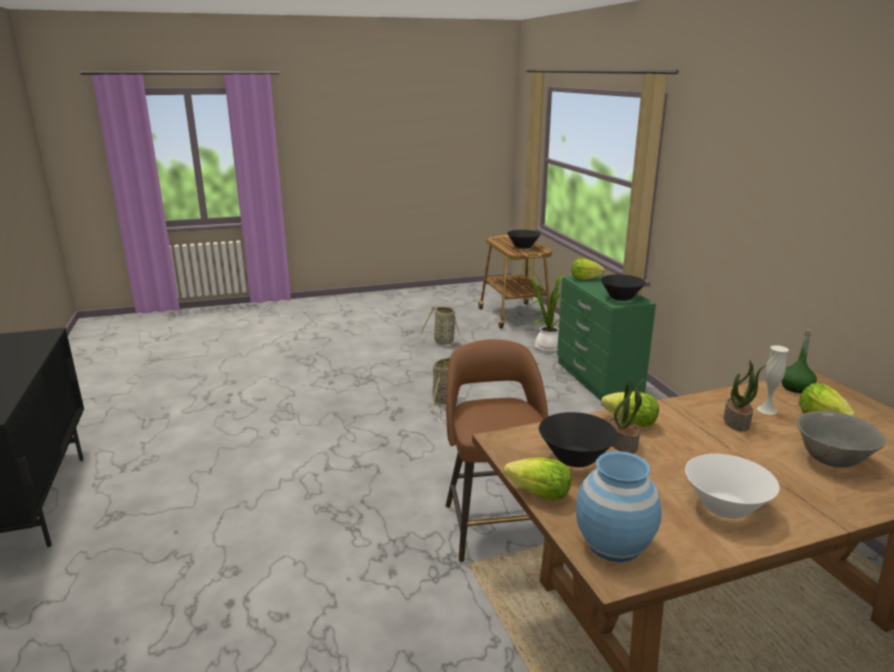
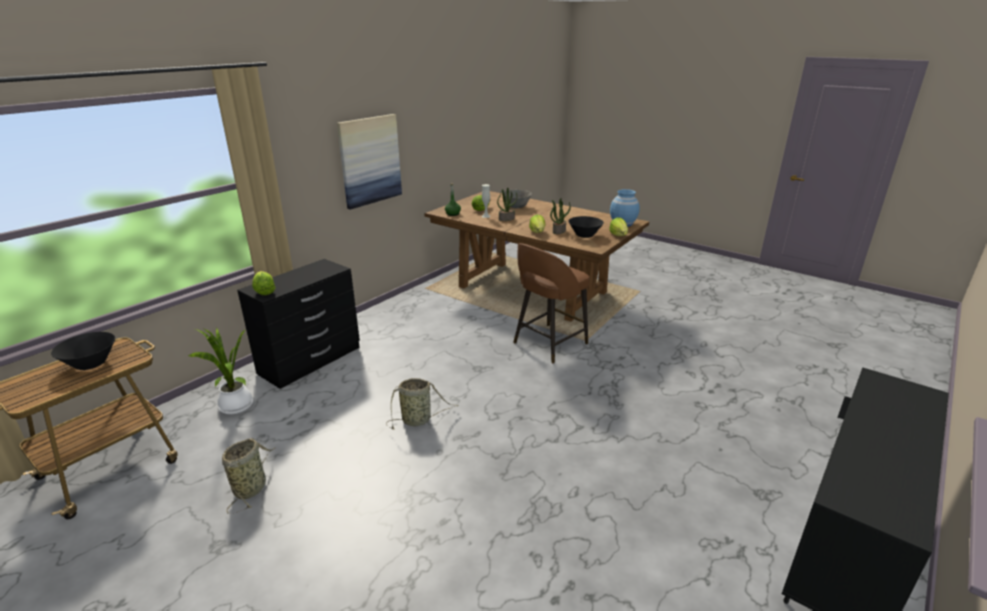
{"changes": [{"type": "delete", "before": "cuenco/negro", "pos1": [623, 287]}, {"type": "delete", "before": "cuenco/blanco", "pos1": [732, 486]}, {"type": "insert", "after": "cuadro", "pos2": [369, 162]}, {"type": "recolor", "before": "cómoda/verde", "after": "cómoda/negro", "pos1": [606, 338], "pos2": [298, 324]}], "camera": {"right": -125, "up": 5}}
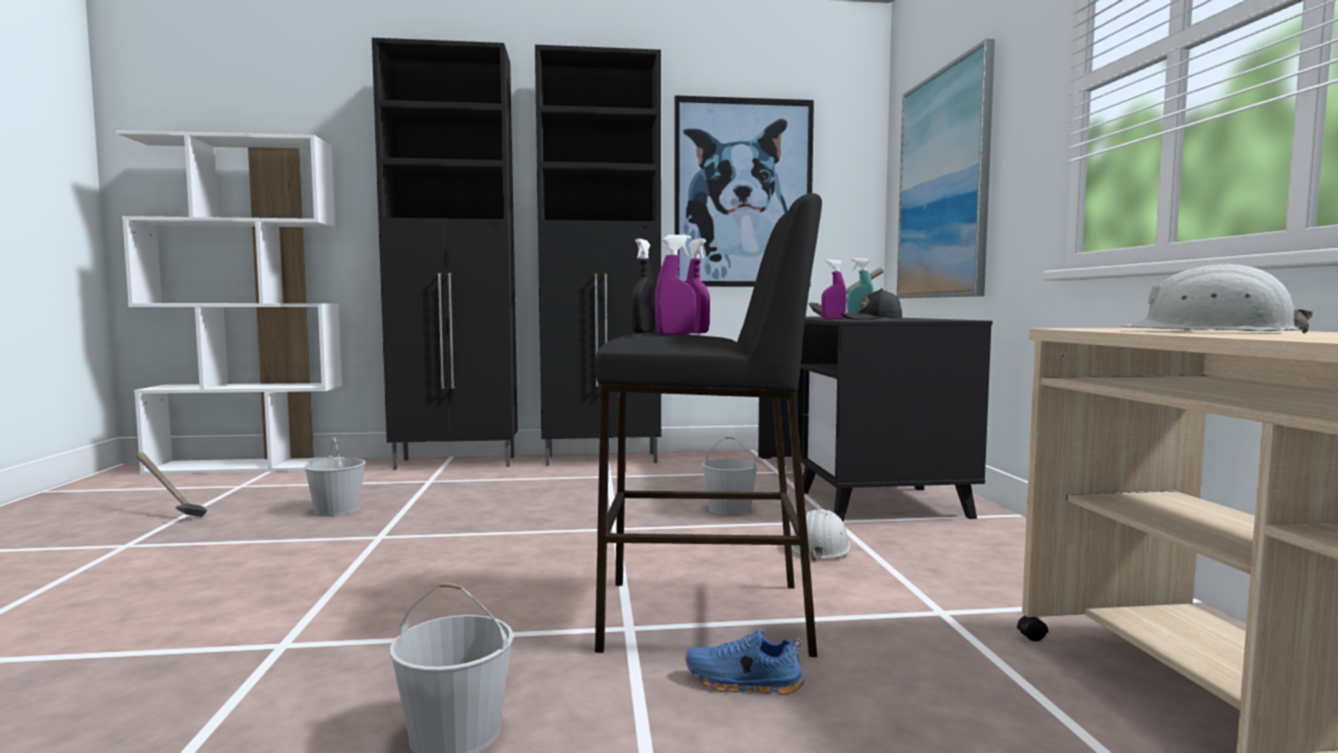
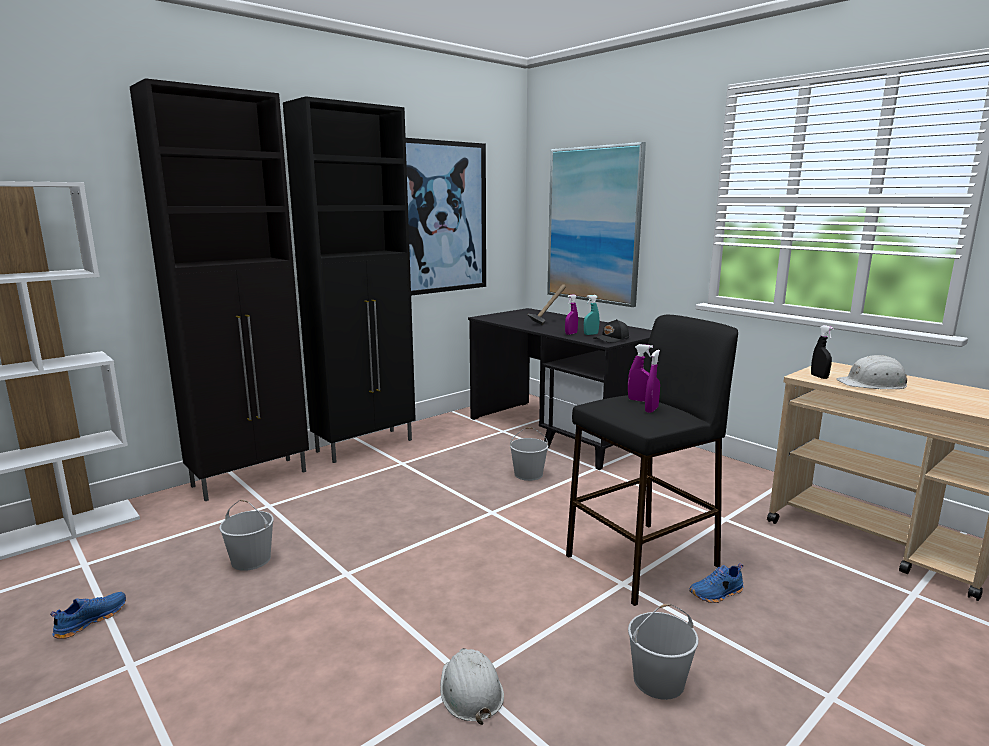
{"changes": [{"type": "move", "before": "pulverizador/negro", "pos1": [643, 285], "pos2": [822, 352]}, {"type": "move", "before": "casco/blanco", "pos1": [821, 535], "pos2": [472, 686]}, {"type": "replace", "before": "martillo", "after": "zapato/azul", "pos1": [171, 484], "pos2": [88, 615]}], "camera": {"right": -35, "up": 10}}
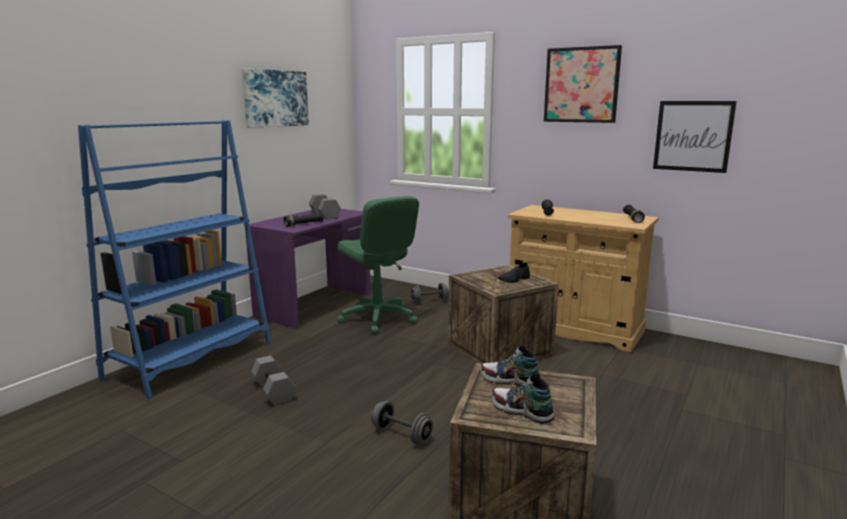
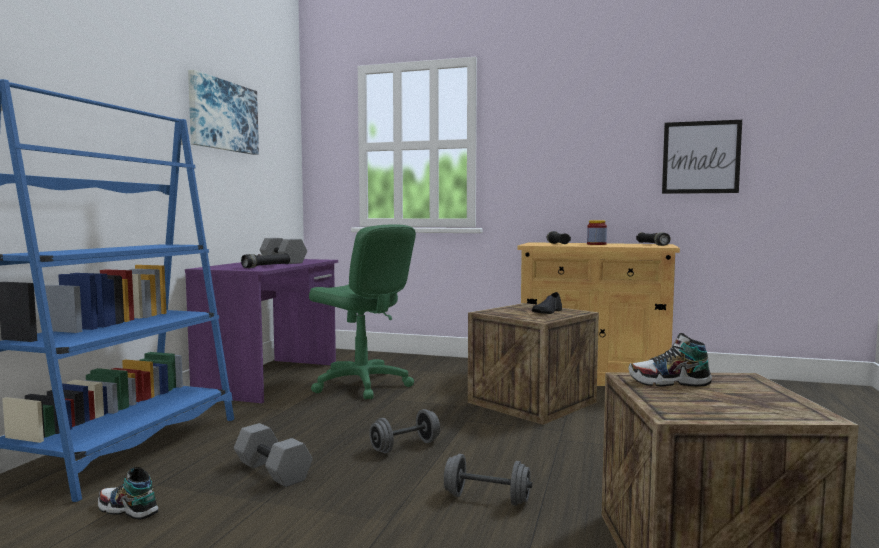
{"changes": [{"type": "delete", "before": "cuadro", "pos1": [583, 84]}, {"type": "insert", "after": "tarro", "pos2": [597, 232]}, {"type": "move", "before": "mancuerna/gris", "pos1": [430, 293], "pos2": [404, 431]}, {"type": "move", "before": "zapato", "pos1": [523, 399], "pos2": [128, 493]}], "camera": {"right": -15, "up": -10}}
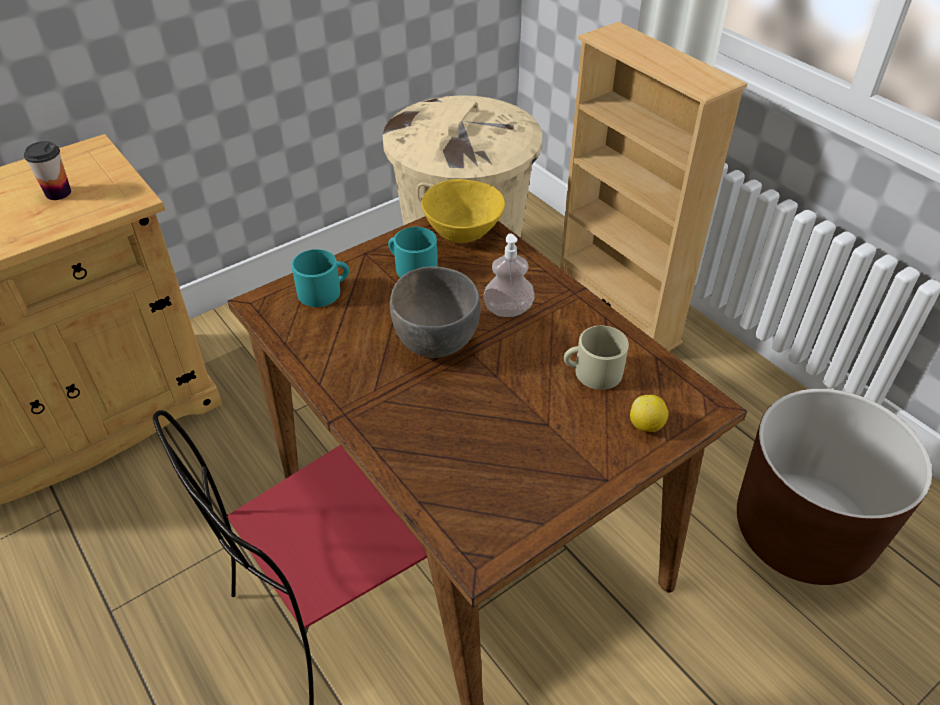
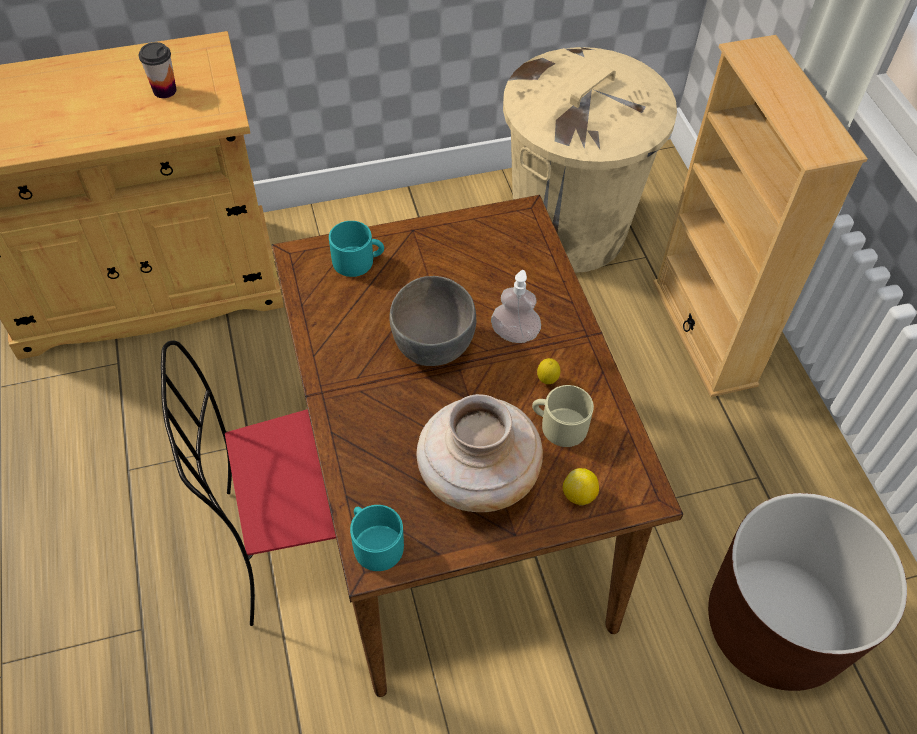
{"changes": [{"type": "delete", "before": "cuenco/amarillo", "pos1": [463, 211]}, {"type": "insert", "after": "florero/beis", "pos2": [479, 453]}, {"type": "insert", "after": "limón", "pos2": [548, 371]}, {"type": "move", "before": "taza grande/turquesa", "pos1": [412, 252], "pos2": [377, 538]}], "camera": {"right": 20, "up": 10}}
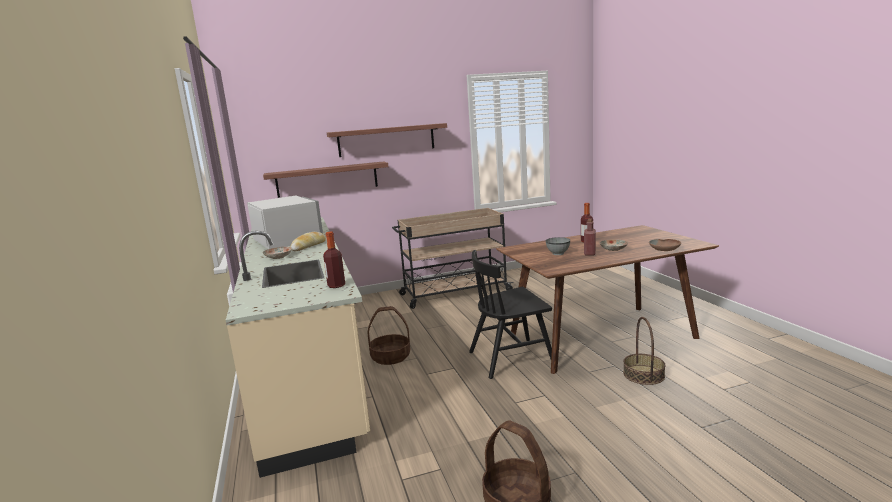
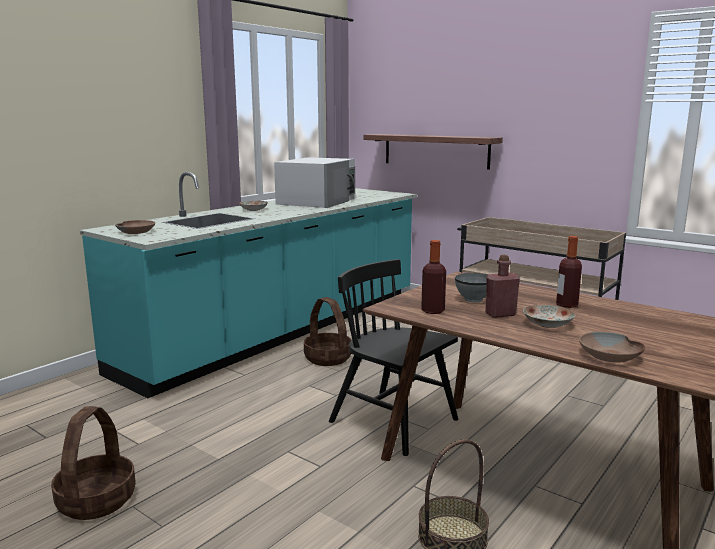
{"changes": [{"type": "delete", "before": "pan", "pos1": [308, 241]}, {"type": "delete", "before": "estante", "pos1": [387, 140]}, {"type": "insert", "after": "cuenco/marrón", "pos2": [135, 227]}, {"type": "move", "before": "botella", "pos1": [334, 260], "pos2": [433, 277]}, {"type": "recolor", "before": "mueble bajo de cocina/beis", "after": "mueble bajo de cocina/turquesa", "pos1": [298, 347], "pos2": [248, 285]}], "camera": {"right": 55, "up": 0}}
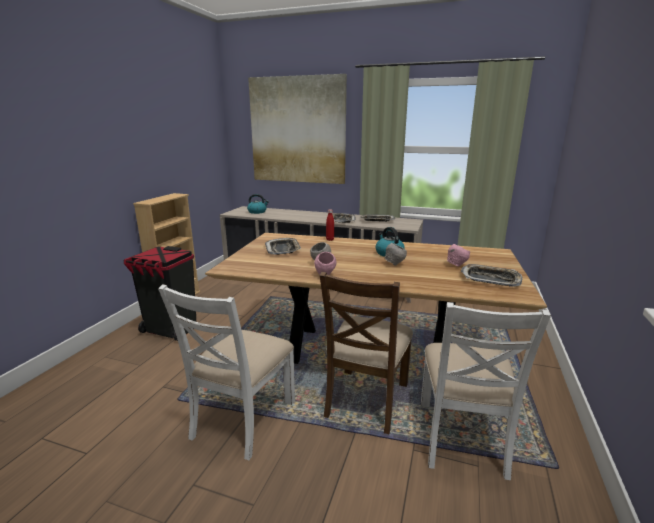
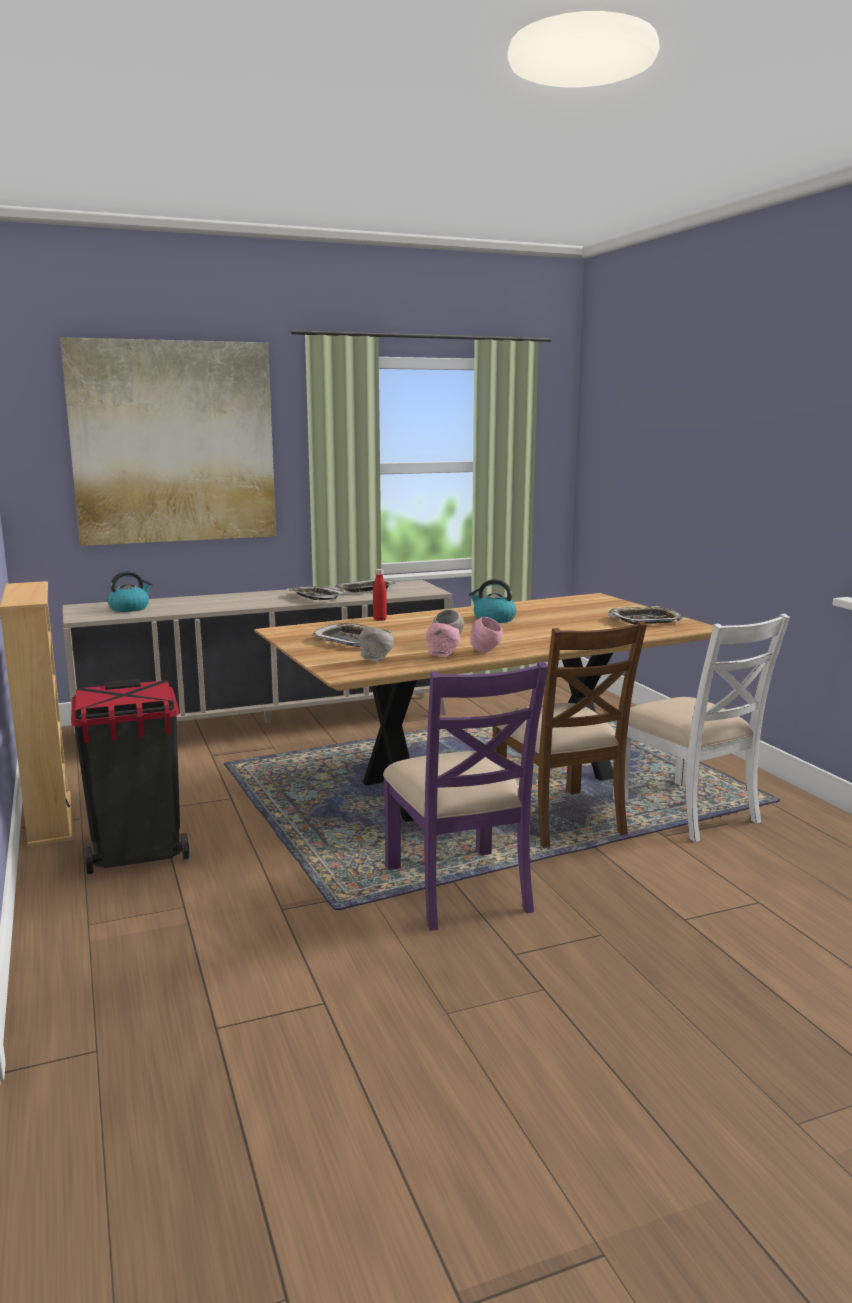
{"changes": [{"type": "move", "before": "cuenco/gris", "pos1": [396, 254], "pos2": [376, 644]}, {"type": "move", "before": "cuenco/rosa", "pos1": [458, 255], "pos2": [443, 640]}, {"type": "recolor", "before": "silla/blanco", "after": "silla/morado", "pos1": [226, 372], "pos2": [465, 796]}], "camera": {"right": -40, "up": -5}}
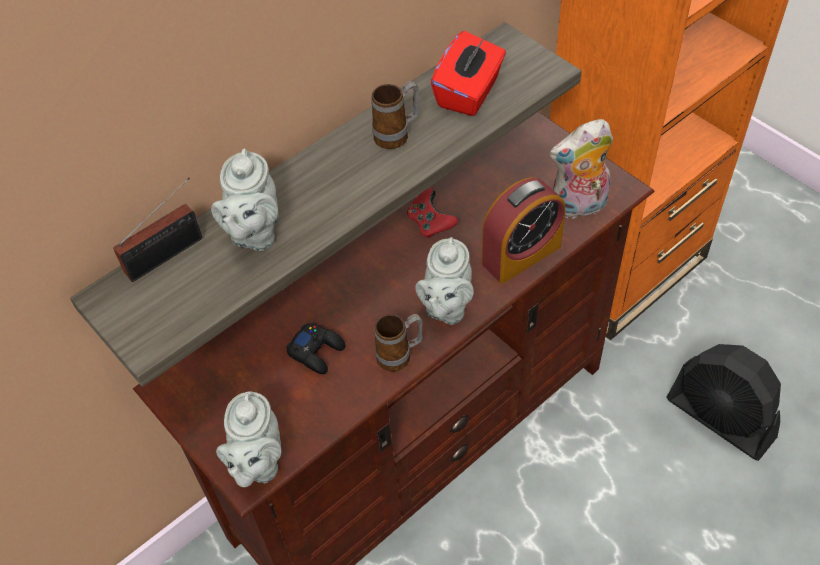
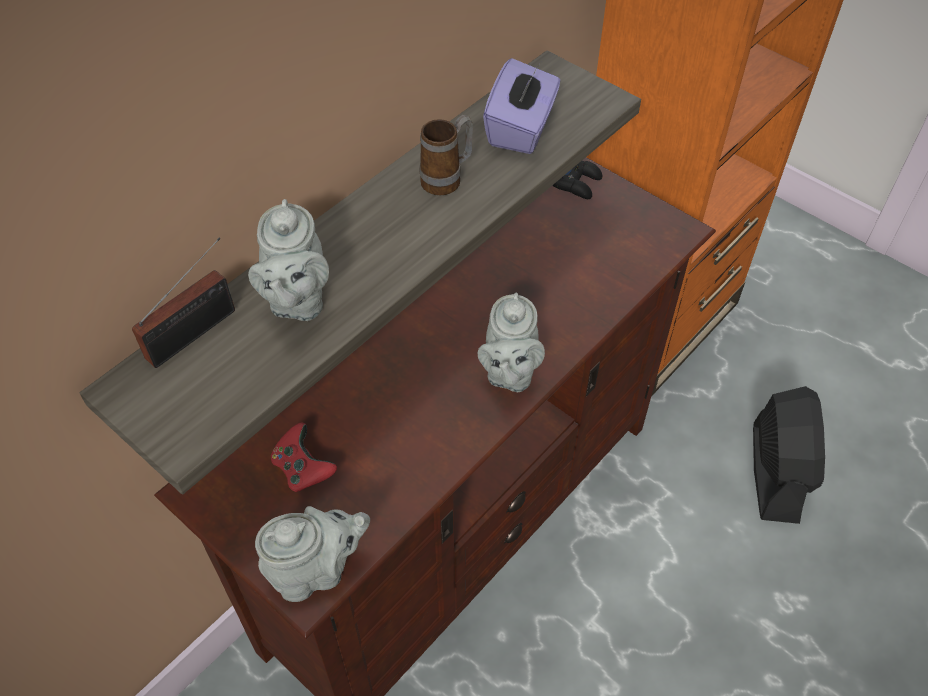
{"changes": [{"type": "delete", "before": "taza grande", "pos1": [398, 343]}, {"type": "delete", "before": "despertador", "pos1": [523, 230]}, {"type": "delete", "before": "peluche", "pos1": [581, 169]}, {"type": "move", "before": "mando de consola/negro", "pos1": [315, 348], "pos2": [577, 180]}, {"type": "move", "before": "mando de consola/rojo", "pos1": [432, 213], "pos2": [304, 457]}, {"type": "recolor", "before": "caja de pañuelos/rojo", "after": "caja de pañuelos/morado", "pos1": [468, 73], "pos2": [521, 106]}, {"type": "rotate", "before": "tetera/gris", "pos1": [248, 439], "pos2": [312, 554], "turn": -105}, {"type": "rotate", "before": "ventilador/negro", "pos1": [723, 402], "pos2": [789, 455], "turn": -120}], "camera": {"right": -10, "up": 0}}
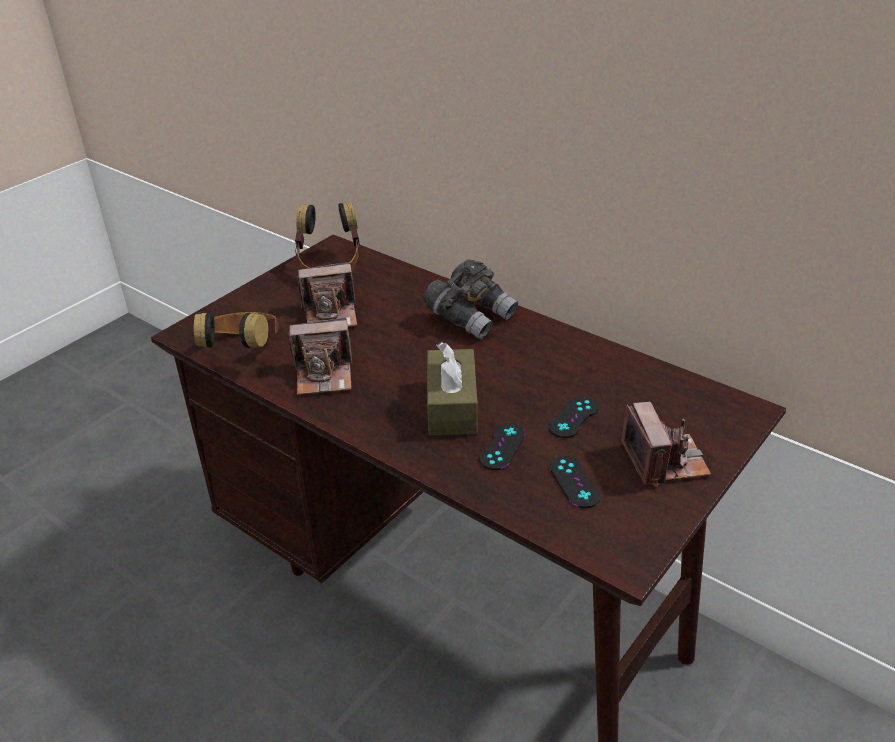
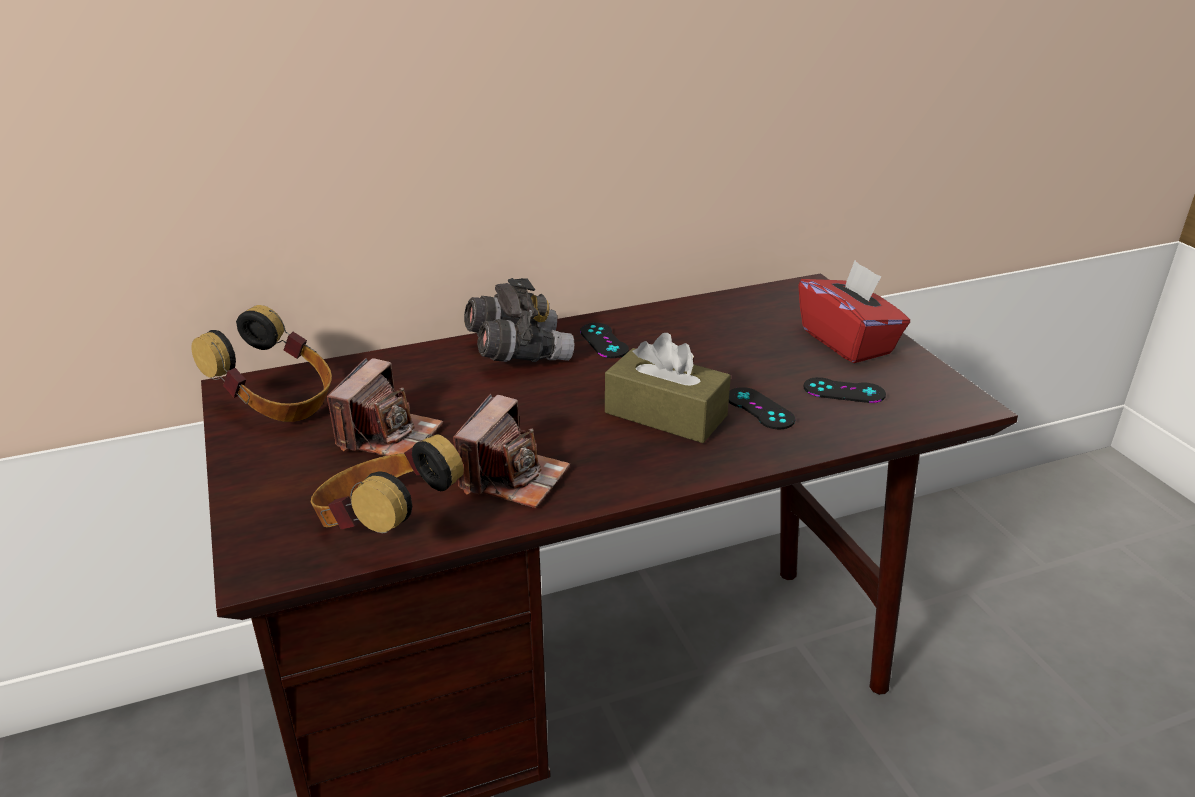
{"changes": [{"type": "move", "before": "mando de consola/negro", "pos1": [573, 417], "pos2": [604, 340]}, {"type": "replace", "before": "cámara", "after": "caja de pañuelos/rojo", "pos1": [666, 444], "pos2": [854, 311]}], "camera": {"right": -60, "up": -5}}
